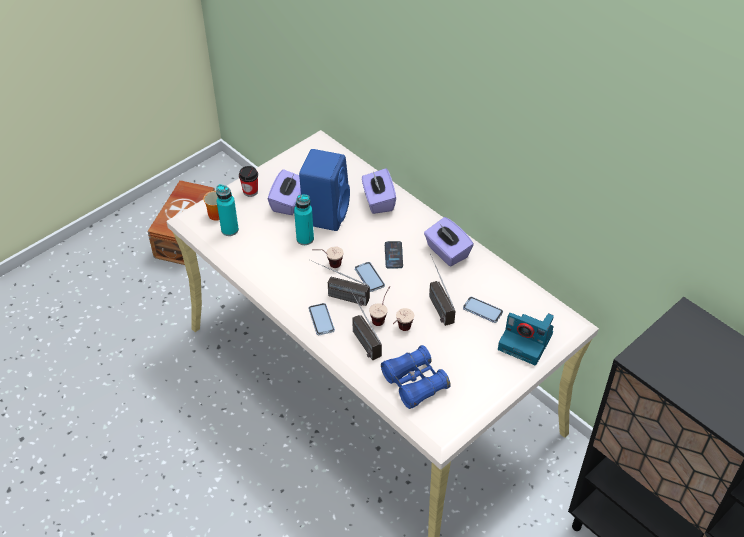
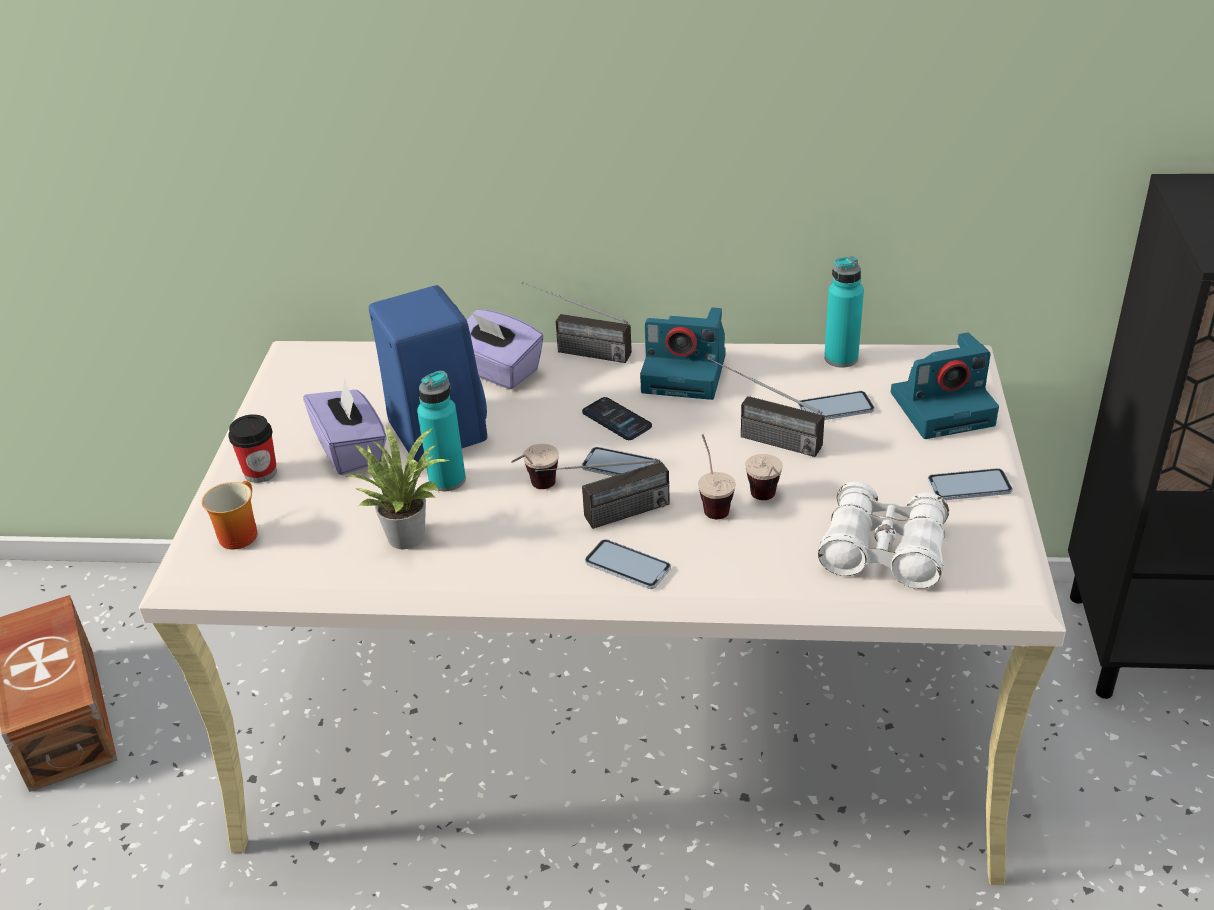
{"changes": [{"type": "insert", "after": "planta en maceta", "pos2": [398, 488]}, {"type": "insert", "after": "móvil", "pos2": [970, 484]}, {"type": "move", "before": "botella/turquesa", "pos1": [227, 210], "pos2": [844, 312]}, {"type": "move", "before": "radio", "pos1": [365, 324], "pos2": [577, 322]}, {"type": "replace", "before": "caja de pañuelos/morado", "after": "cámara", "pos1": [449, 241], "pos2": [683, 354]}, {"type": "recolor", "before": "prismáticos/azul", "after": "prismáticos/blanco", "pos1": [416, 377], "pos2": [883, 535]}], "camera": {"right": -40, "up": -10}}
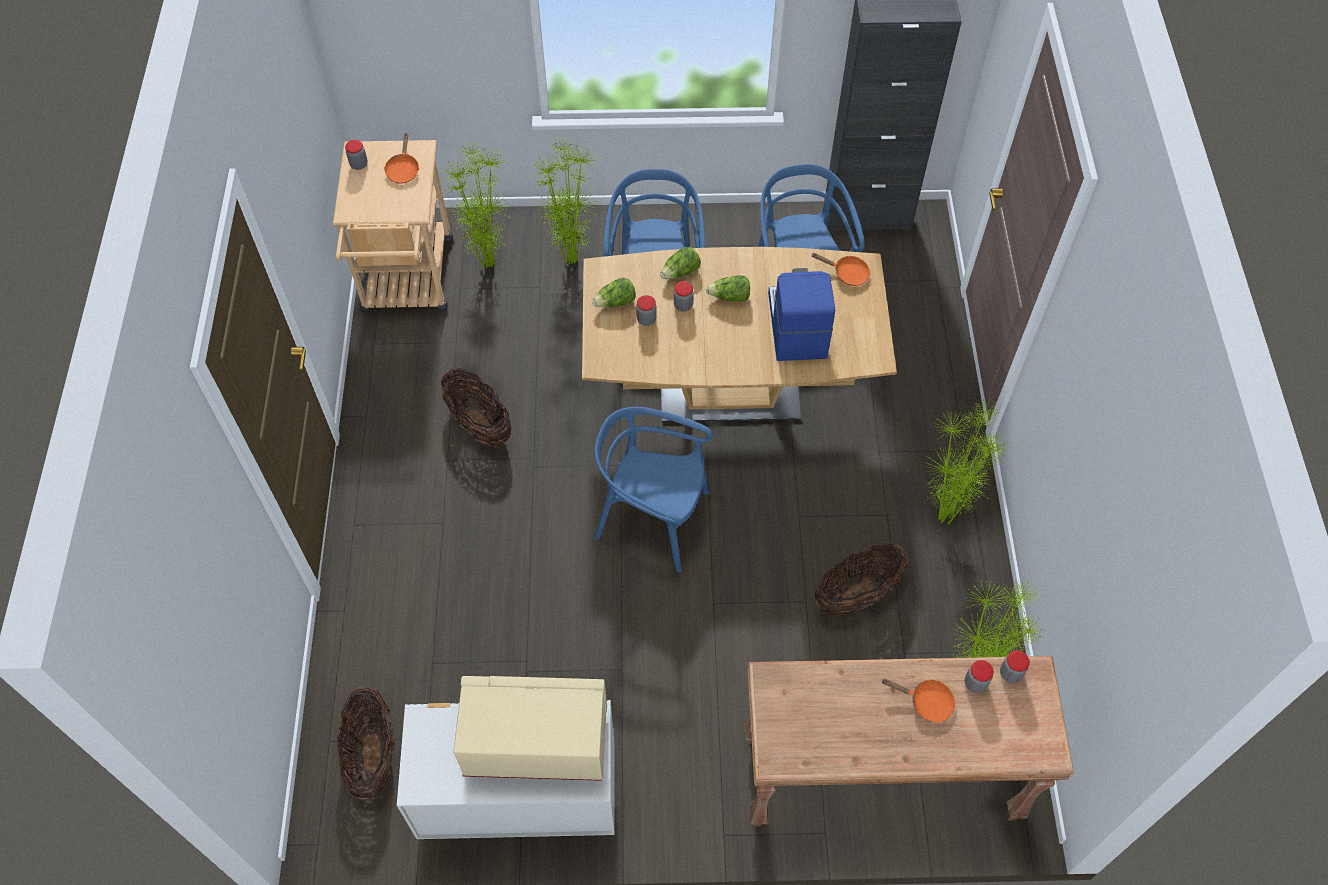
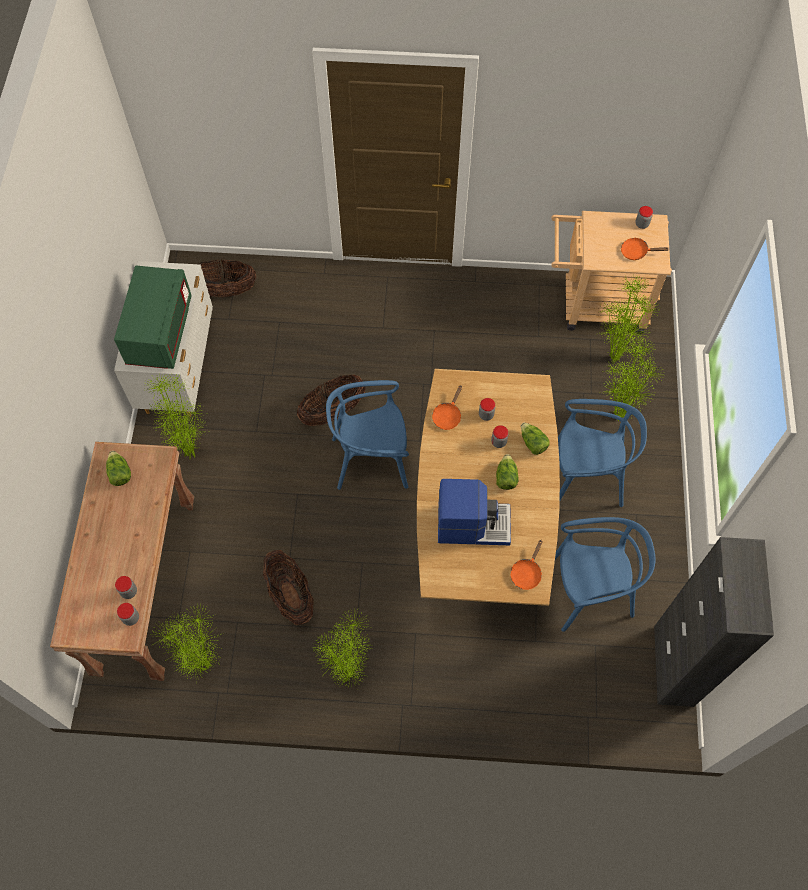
{"changes": [{"type": "insert", "after": "planta en maceta", "pos2": [177, 416]}, {"type": "move", "before": "cesta", "pos1": [476, 407], "pos2": [331, 400]}, {"type": "move", "before": "lechuga", "pos1": [614, 292], "pos2": [118, 468]}, {"type": "move", "before": "sartén/naranja", "pos1": [918, 701], "pos2": [447, 408]}, {"type": "recolor", "before": "microondas/beis", "after": "microondas/verde", "pos1": [530, 728], "pos2": [153, 317]}, {"type": "rotate", "before": "silla/azul", "pos1": [654, 490], "pos2": [367, 435], "turn": -120}], "camera": {"right": 95, "up": 5}}
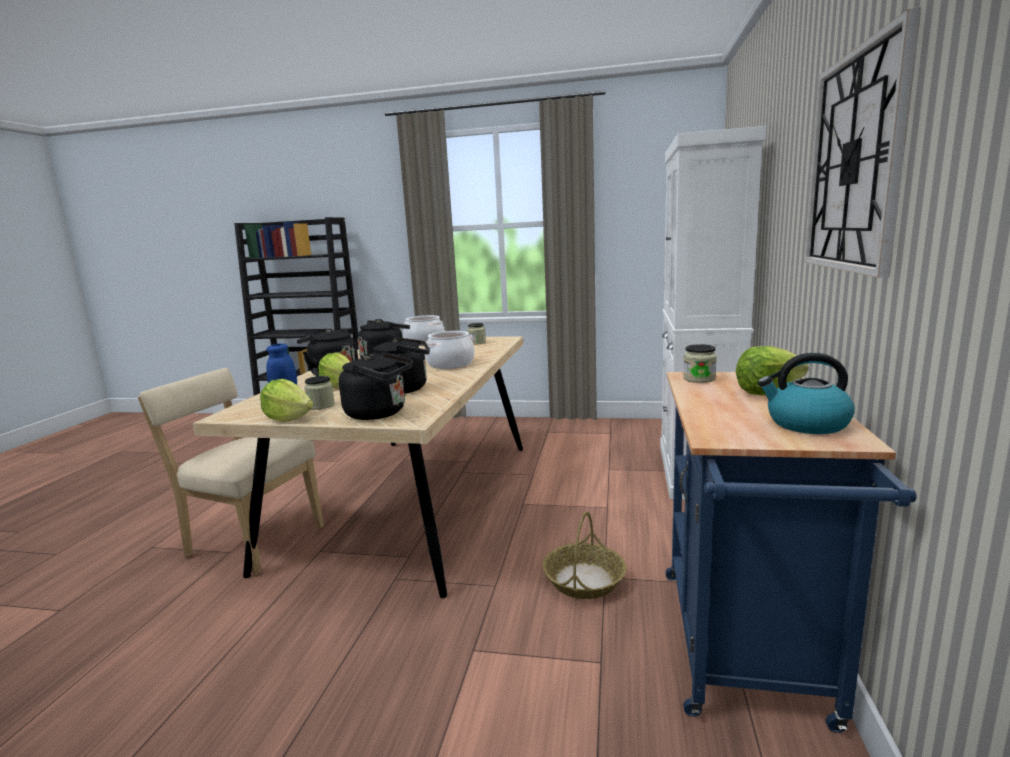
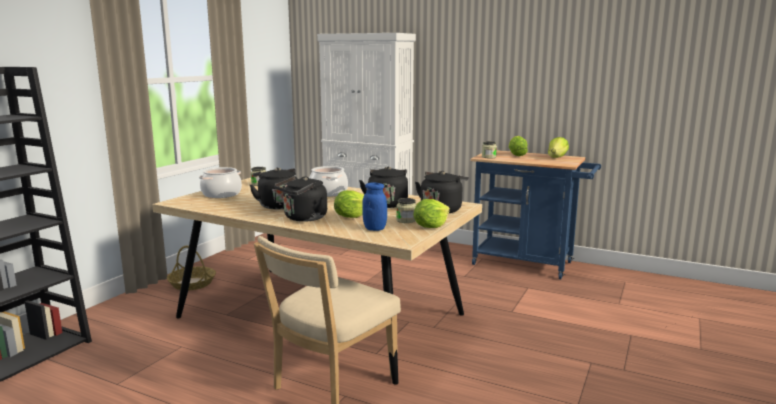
{"changes": [{"type": "delete", "before": "reloj de pared", "pos1": [862, 143]}, {"type": "move", "before": "cesta", "pos1": [585, 555], "pos2": [191, 268]}, {"type": "replace", "before": "hervidor", "after": "lechuga", "pos1": [806, 393], "pos2": [558, 147]}], "camera": {"right": -75, "up": 0}}
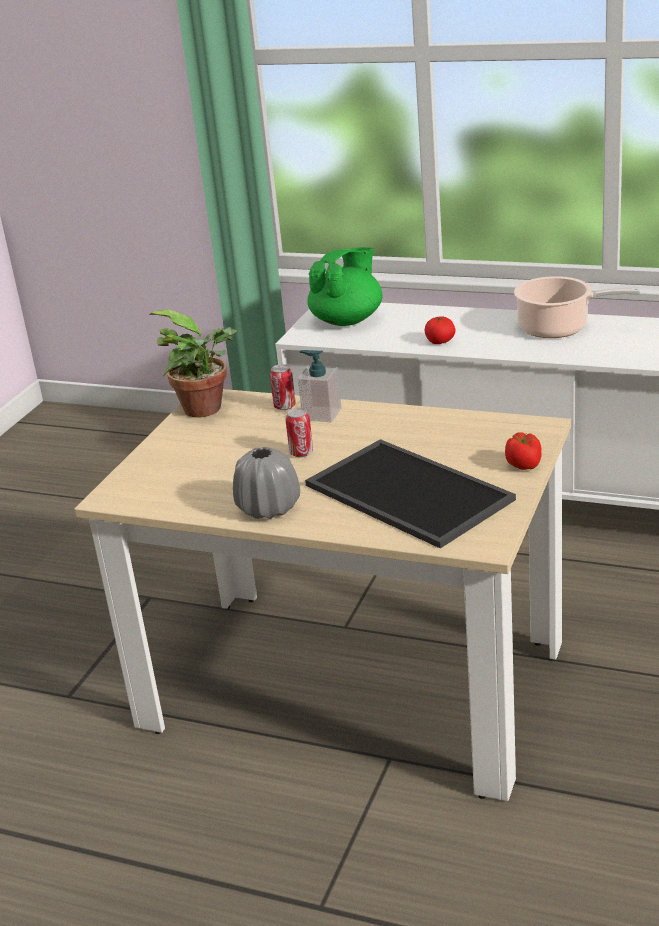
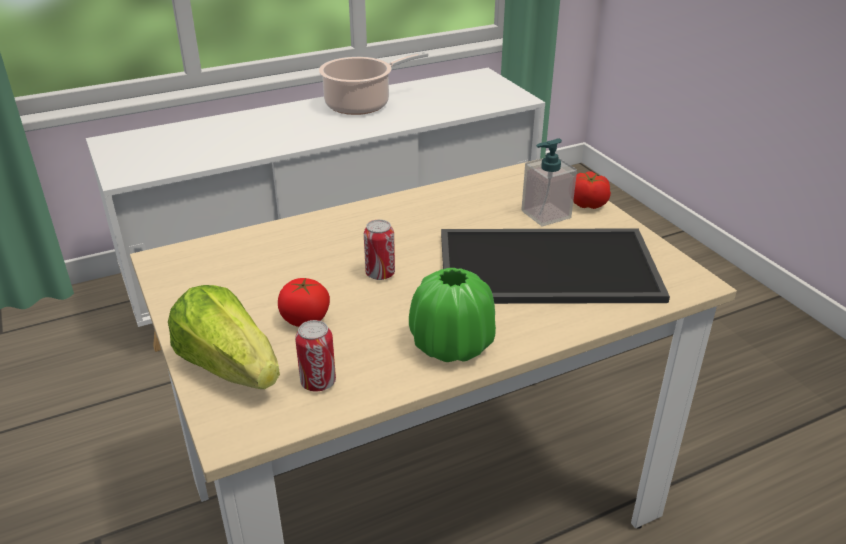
{"changes": [{"type": "delete", "before": "planta en maceta", "pos1": [193, 363]}, {"type": "delete", "before": "tetera/verde", "pos1": [344, 286]}, {"type": "insert", "after": "lechuga", "pos2": [224, 337]}, {"type": "move", "before": "lata", "pos1": [283, 387], "pos2": [315, 355]}, {"type": "move", "before": "dispensador de jabón", "pos1": [319, 386], "pos2": [549, 182]}, {"type": "move", "before": "tomate", "pos1": [440, 330], "pos2": [304, 302]}, {"type": "recolor", "before": "florero/gris", "after": "florero/verde", "pos1": [266, 483], "pos2": [452, 315]}], "camera": {"right": -50, "up": 5}}
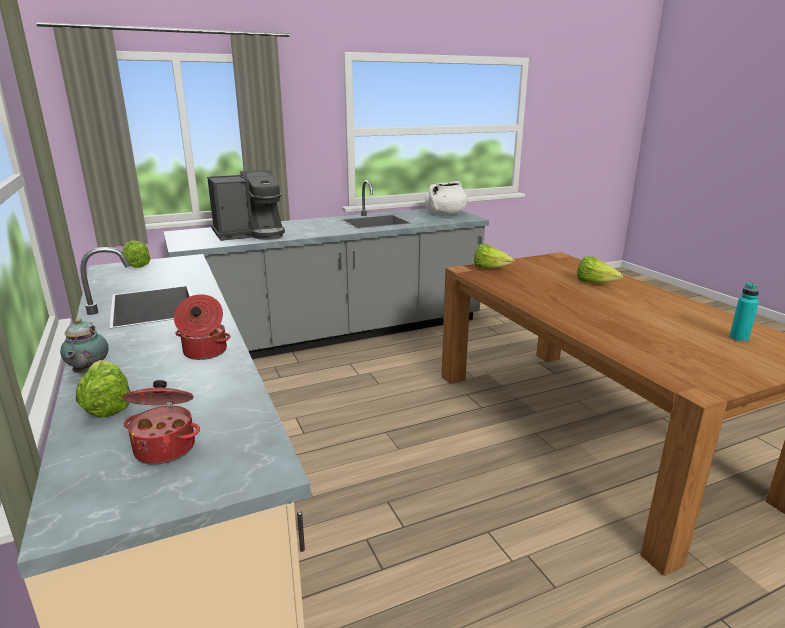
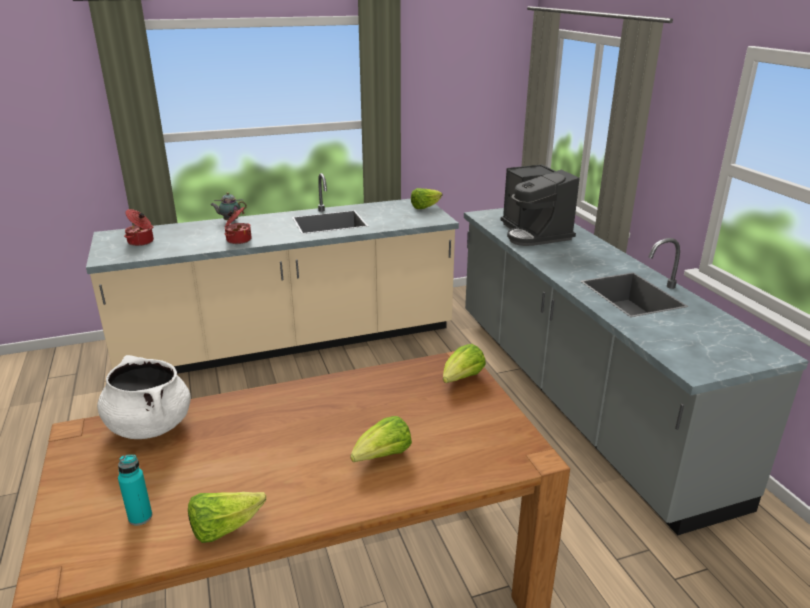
{"changes": [{"type": "move", "before": "lechuga", "pos1": [103, 389], "pos2": [227, 517]}, {"type": "move", "before": "olla/blanco", "pos1": [446, 198], "pos2": [144, 397]}], "camera": {"right": 95, "up": 5}}
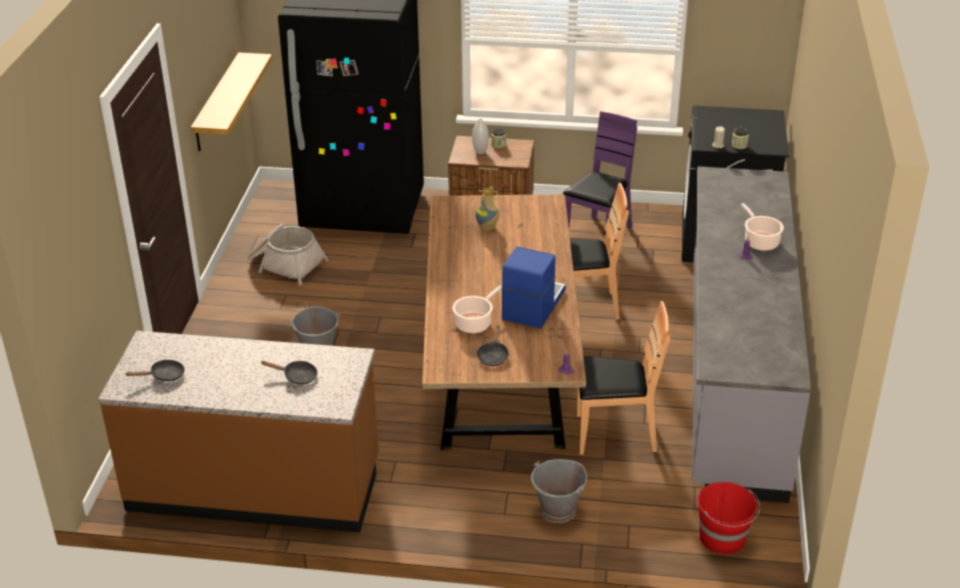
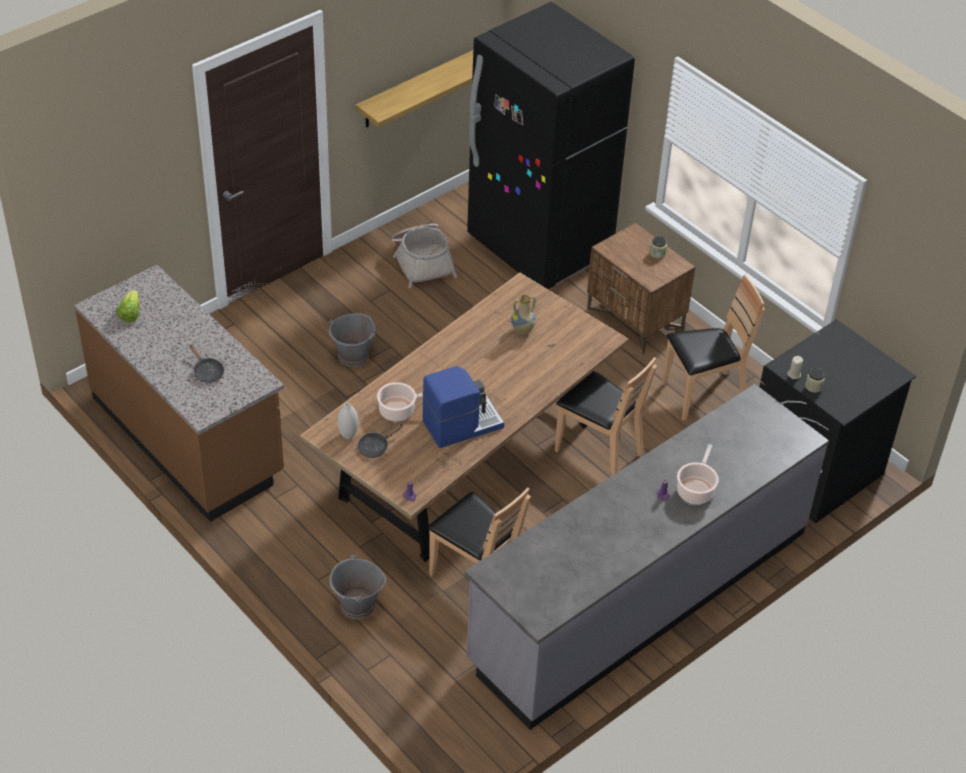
{"changes": [{"type": "delete", "before": "cubo/rojo", "pos1": [728, 518]}, {"type": "move", "before": "florero/blanco", "pos1": [480, 136], "pos2": [347, 420]}, {"type": "replace", "before": "sartén/negro", "after": "lechuga", "pos1": [155, 370], "pos2": [128, 306]}, {"type": "recolor", "before": "silla/morado", "after": "silla/marrón", "pos1": [600, 170], "pos2": [713, 348]}], "camera": {"right": 40, "up": 10}}
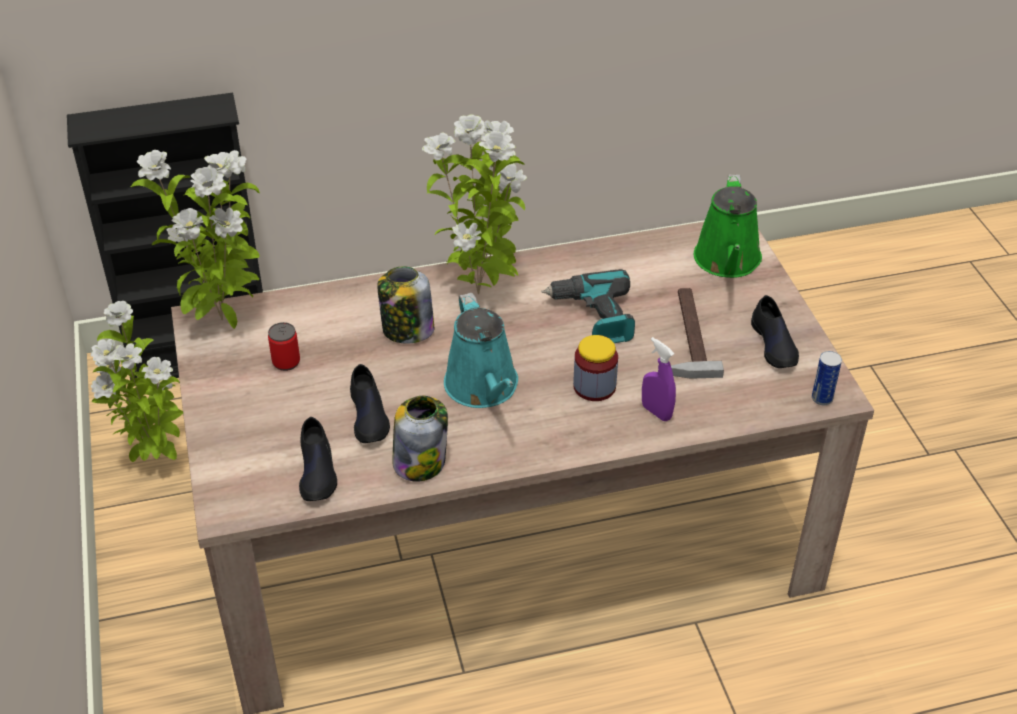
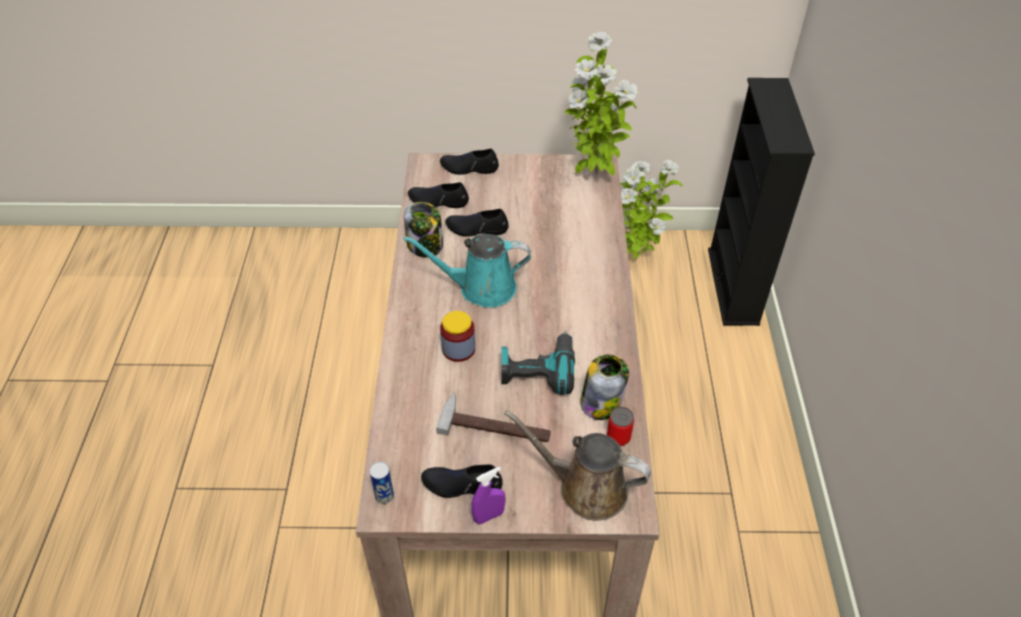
{"changes": [{"type": "delete", "before": "planta en maceta", "pos1": [474, 204]}, {"type": "insert", "after": "zapato/negro", "pos2": [469, 162]}, {"type": "move", "before": "lata", "pos1": [284, 346], "pos2": [620, 426]}, {"type": "move", "before": "tarro", "pos1": [406, 304], "pos2": [604, 387]}, {"type": "move", "before": "pulverizador/morado", "pos1": [659, 379], "pos2": [488, 495]}, {"type": "recolor", "before": "regadera/verde", "after": "regadera/marrón", "pos1": [728, 226], "pos2": [577, 465]}], "camera": {"right": 105, "up": 5}}
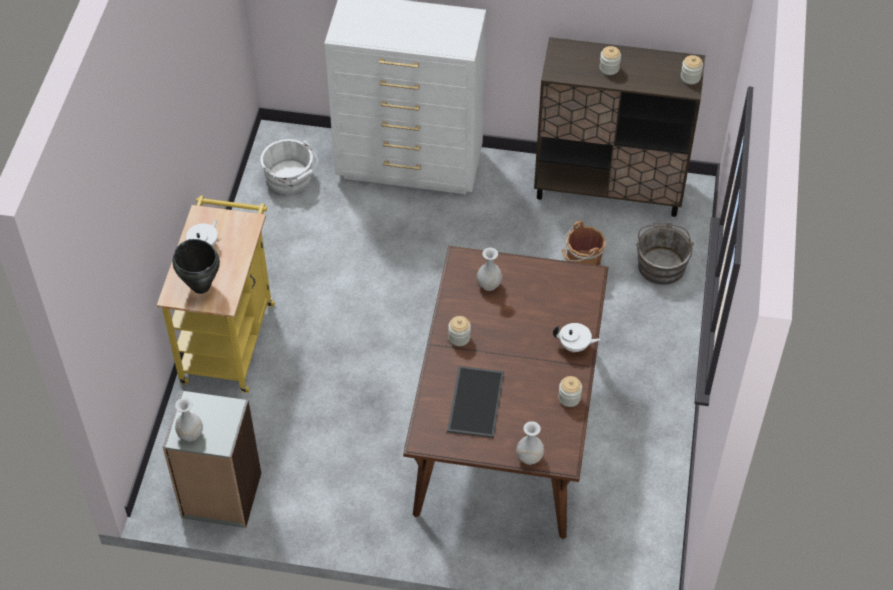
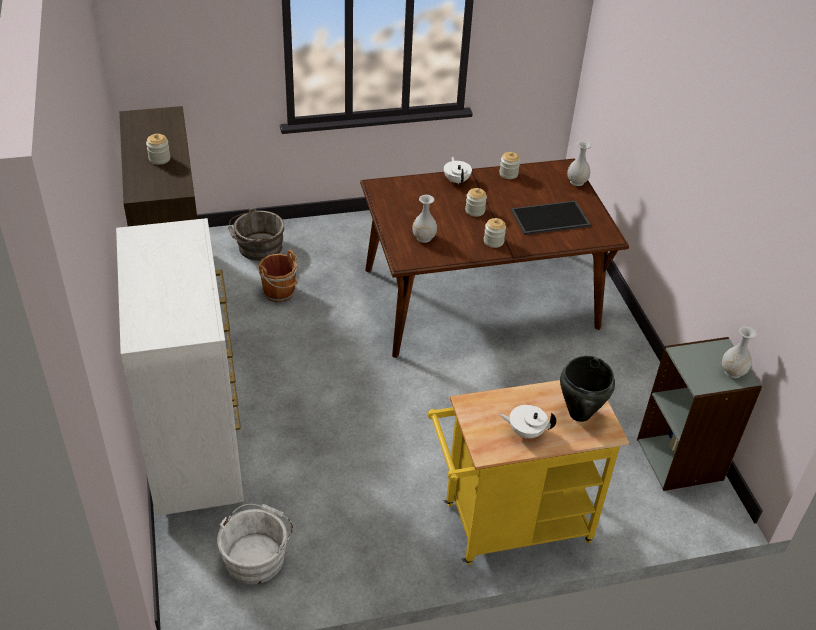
{"changes": [{"type": "move", "before": "tarro", "pos1": [692, 69], "pos2": [476, 202]}], "camera": {"right": -115, "up": -10}}
